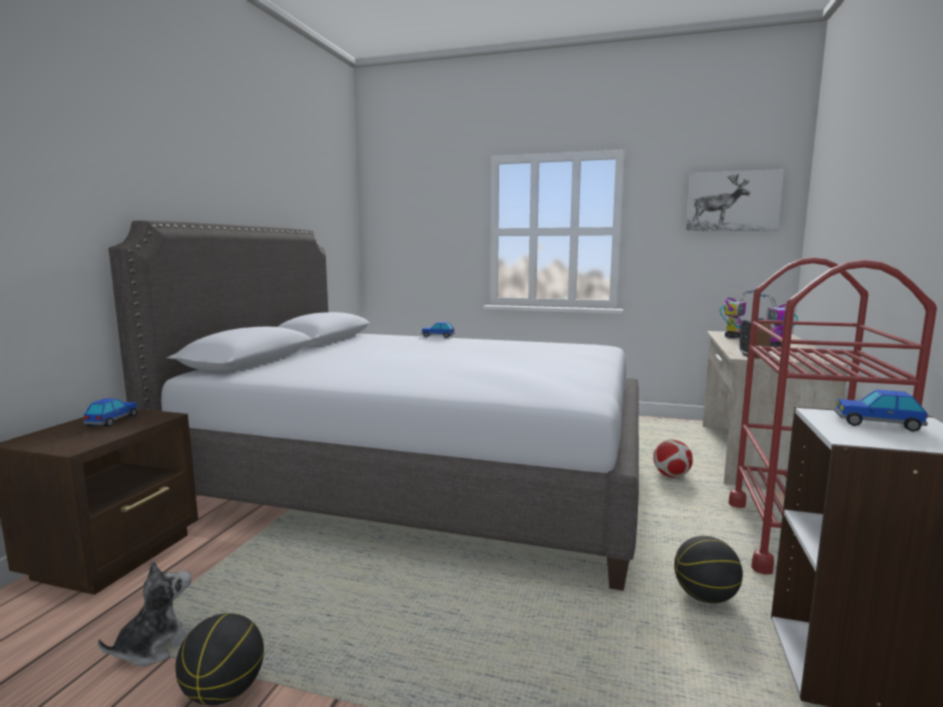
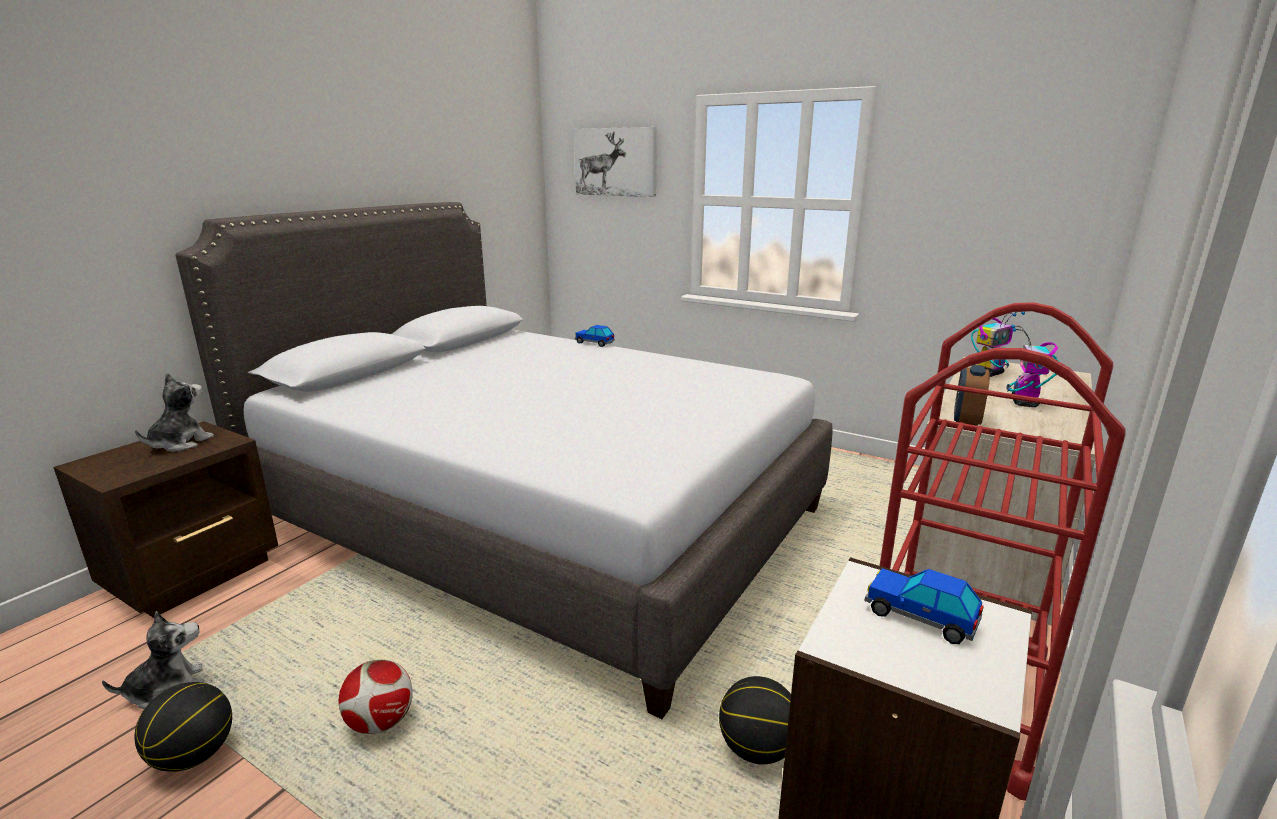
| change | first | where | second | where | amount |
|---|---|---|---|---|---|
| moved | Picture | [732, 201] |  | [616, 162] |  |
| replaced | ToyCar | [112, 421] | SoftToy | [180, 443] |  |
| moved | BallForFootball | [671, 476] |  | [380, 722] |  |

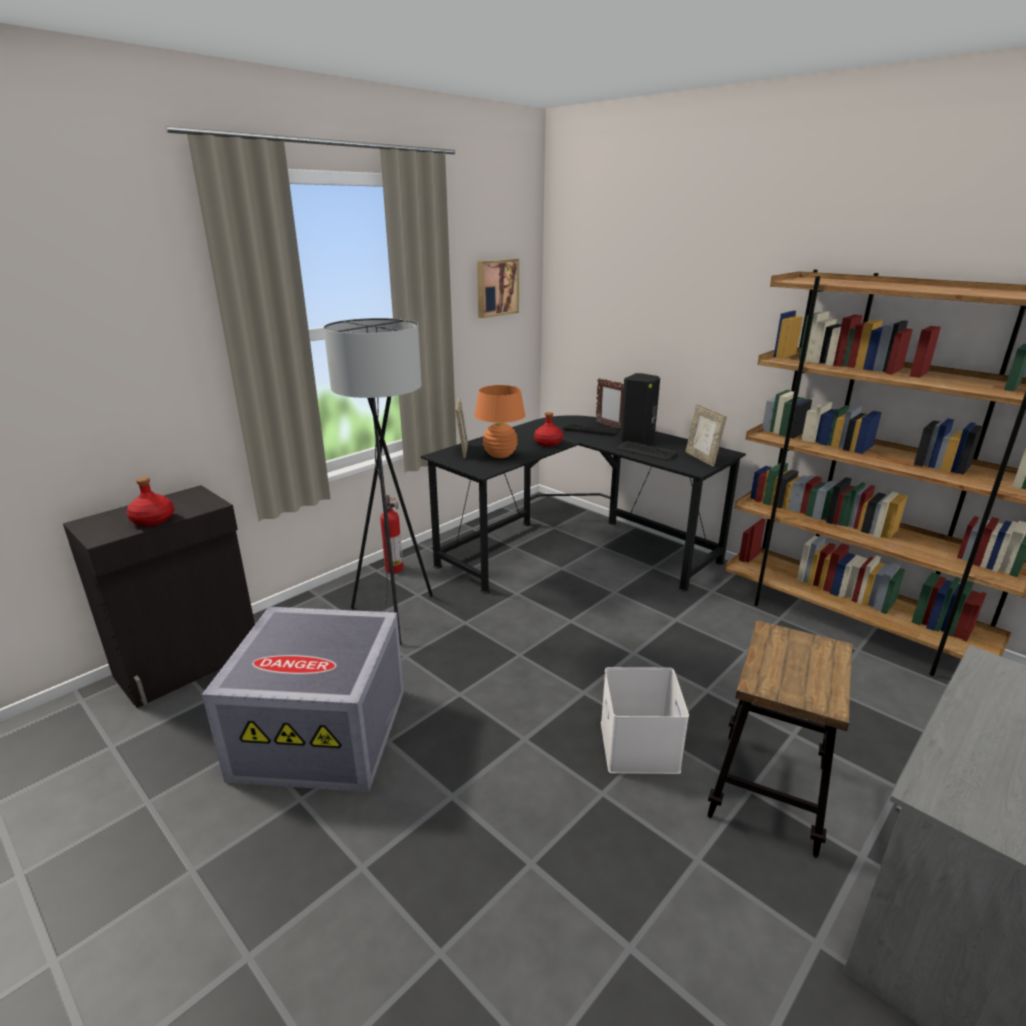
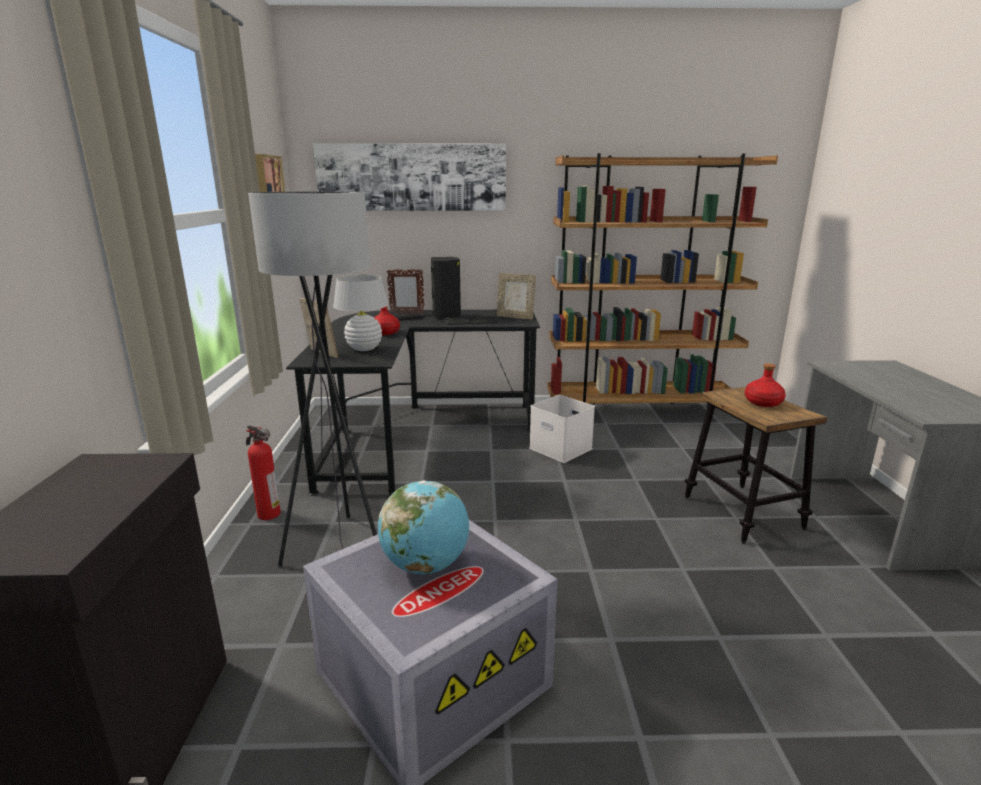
| change | first | where | second | where | amount |
|---|---|---|---|---|---|
| recoloured | OrangeyTableLamp | [500, 455] | WhitishTableLamp | [364, 348] |  |
| moved | RedColouredBeverageBottle | [153, 520] |  | [762, 402] |  |
| moved | WhitishStorageBin | [640, 747] |  | [562, 448] |  |
| added |  |  | Picture | [411, 177] |  |
| added |  |  | DeskGlobe | [426, 565] |  |

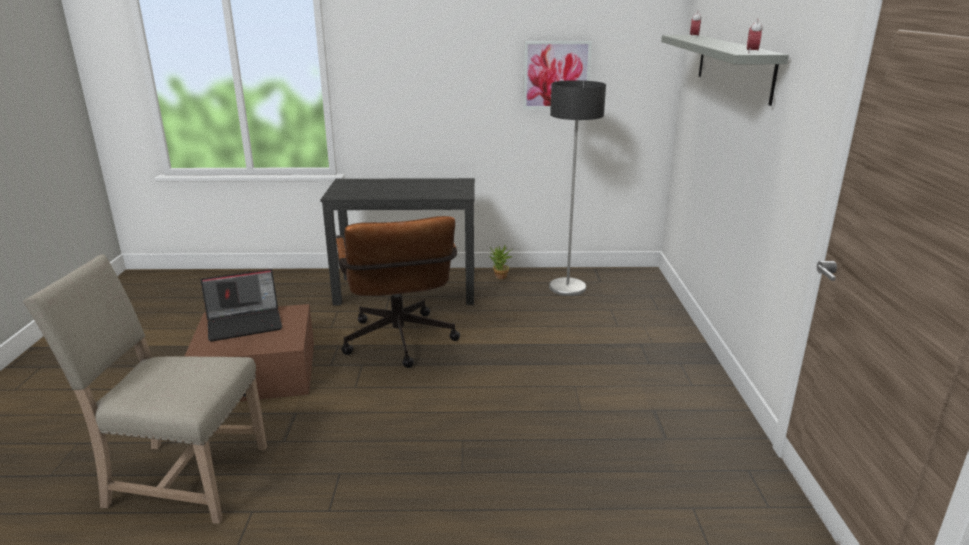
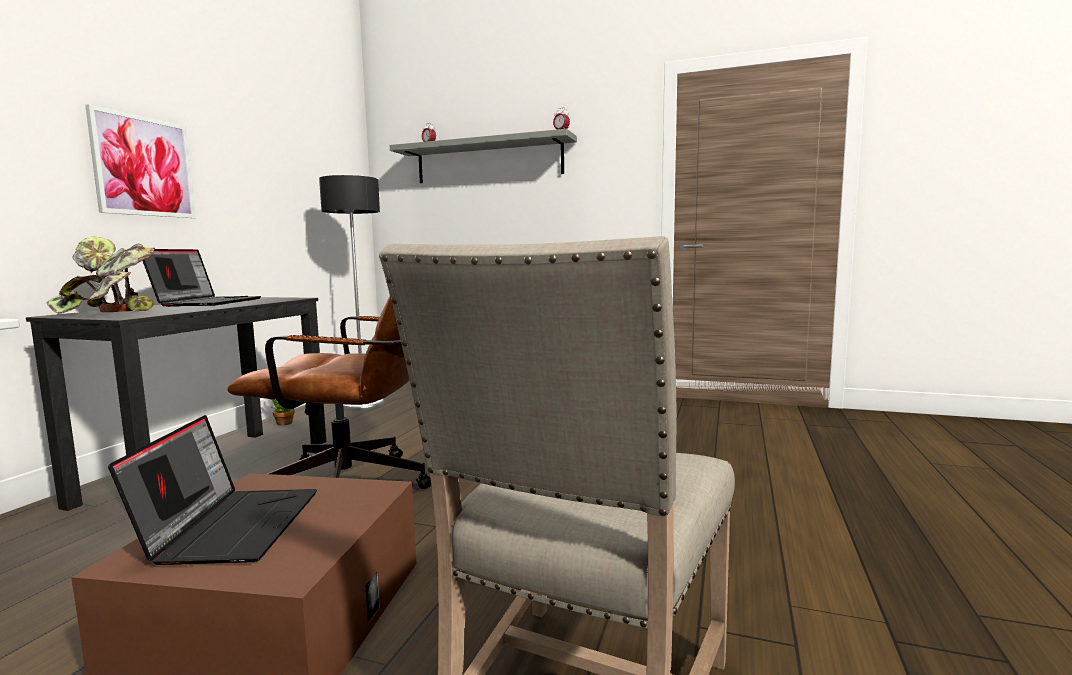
| change | first | where | second | where | amount |
|---|---|---|---|---|---|
| moved | Picture | [556, 75] |  | [143, 166] |  |
| added |  |  | PottedPlant | [110, 313] |  |
| added |  |  | PortableComputer | [207, 303] |  |

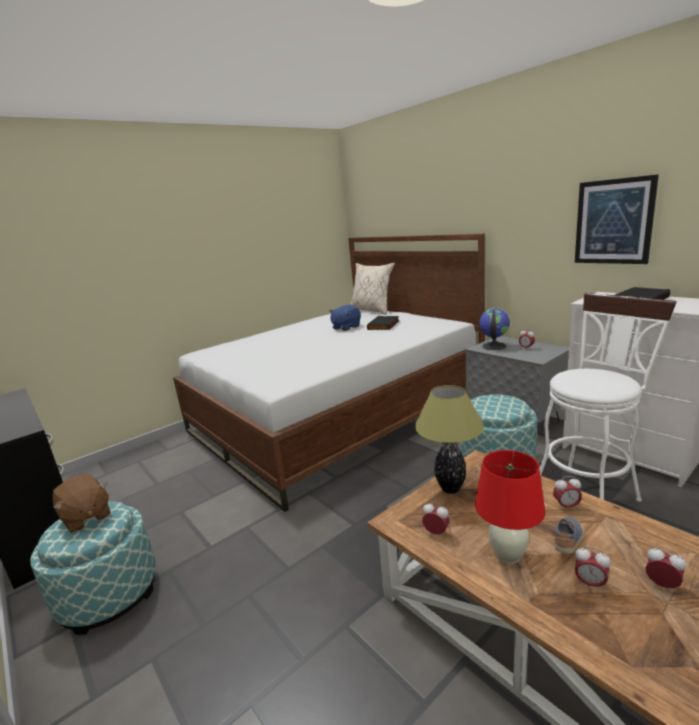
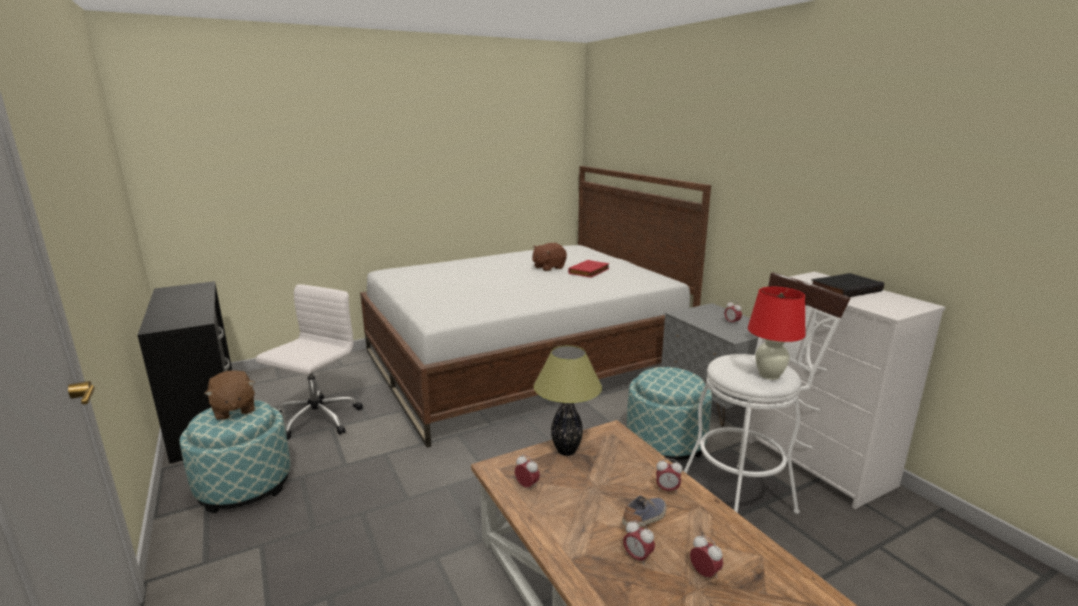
| change | first | where | second | where | amount |
|---|---|---|---|---|---|
| removed | Picture | [613, 222] |  |  |  |
| removed | SandColouredCushion | [372, 310] |  |  |  |
| recoloured | BlueSoftToy | [346, 327] | BrownColouredSoftToy | [548, 267] |  |
| removed | DeskGlobe | [493, 346] |  |  |  |
| recoloured | BlackColouredVolume | [384, 325] | RedColouredVolume | [590, 271] |  |
| moved | RedColouredTableLamp | [507, 555] |  | [769, 375] |  |
| added |  |  | WhitishDeskChair | [315, 419] |  |

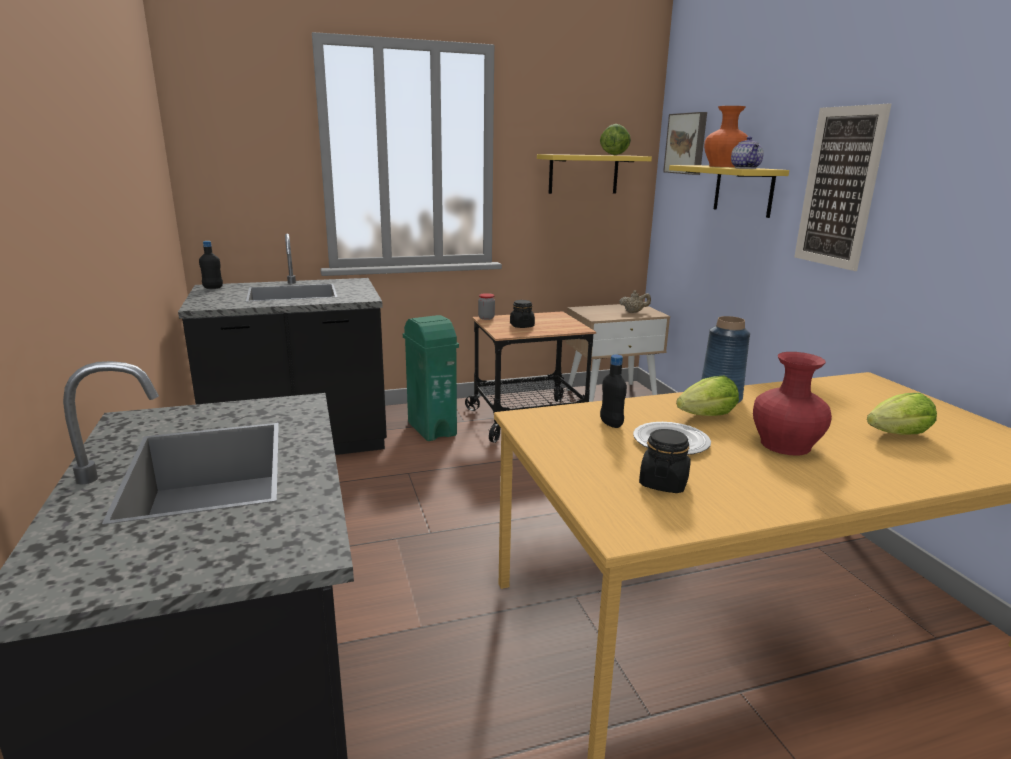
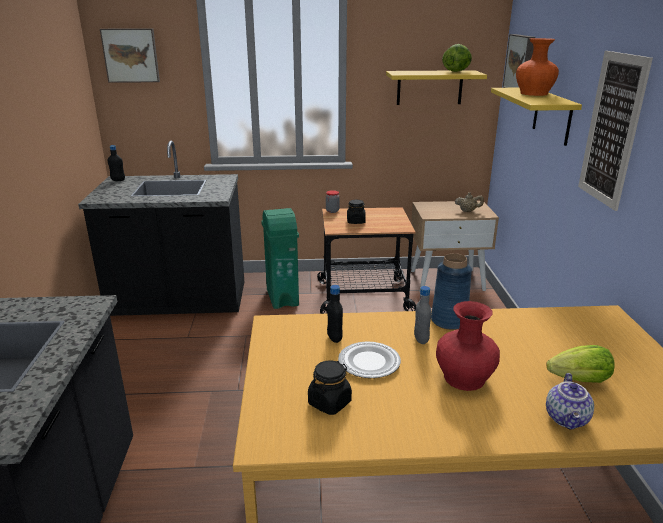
| change | first | where | second | where | amount |
|---|---|---|---|---|---|
| moved | PotForTea | [746, 168] |  | [567, 419] |  |
| replaced | Lettuce | [707, 416] | GreyishBeverageBottle | [421, 339] |  |
| added |  |  | Picture | [131, 55] |  |

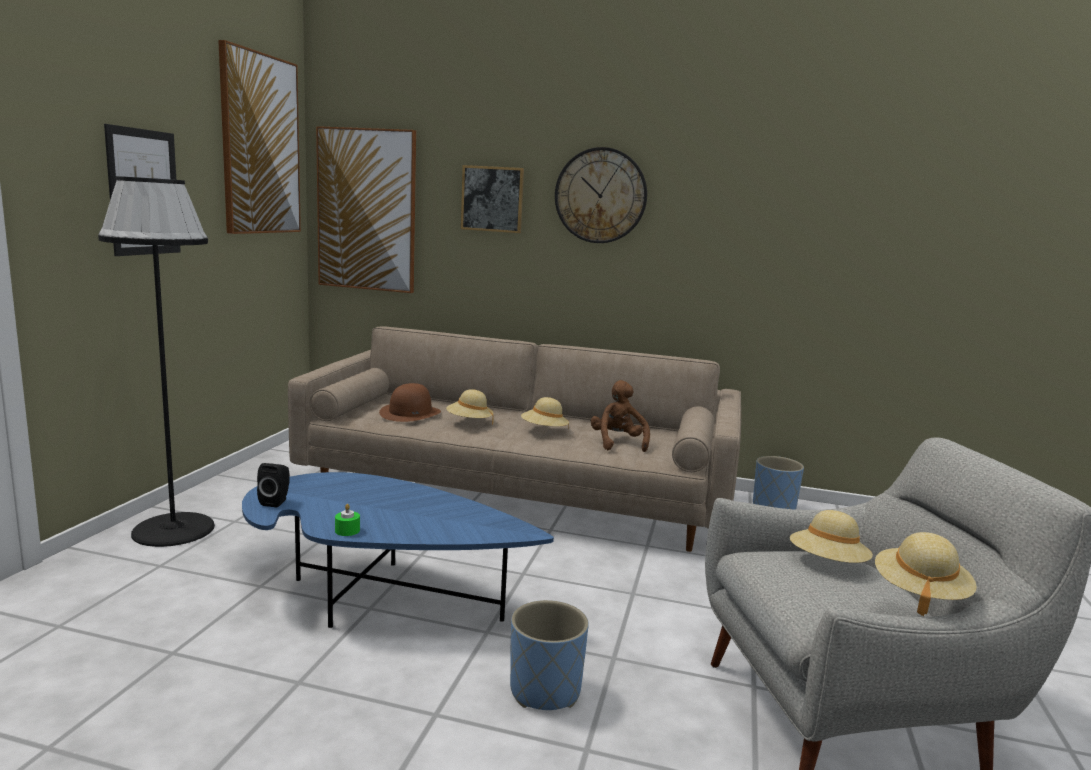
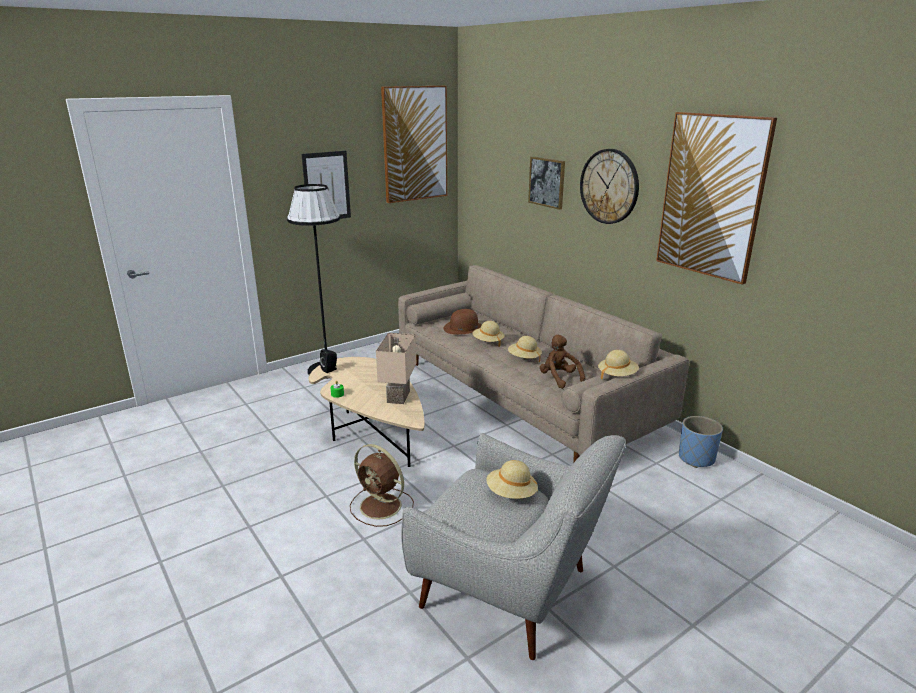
| change | first | where | second | where | amount |
|---|---|---|---|---|---|
| moved | Picture | [367, 210] |  | [712, 196] |  |
| turned | BrownColouredSoftToy | [618, 443] |  | [559, 379] | 60 degrees counterclockwise |
| recoloured | BlueLowTable | [379, 595] | SandColouredLowTable | [371, 432] |  |
| moved | SandColouredClothingHat | [919, 594] |  | [617, 375] |  |
| replaced | BluePlanter | [545, 690] | BrownColouredCoolingFan | [382, 507] |  |
| added |  |  | SandColouredTableLamp | [400, 397] |  |

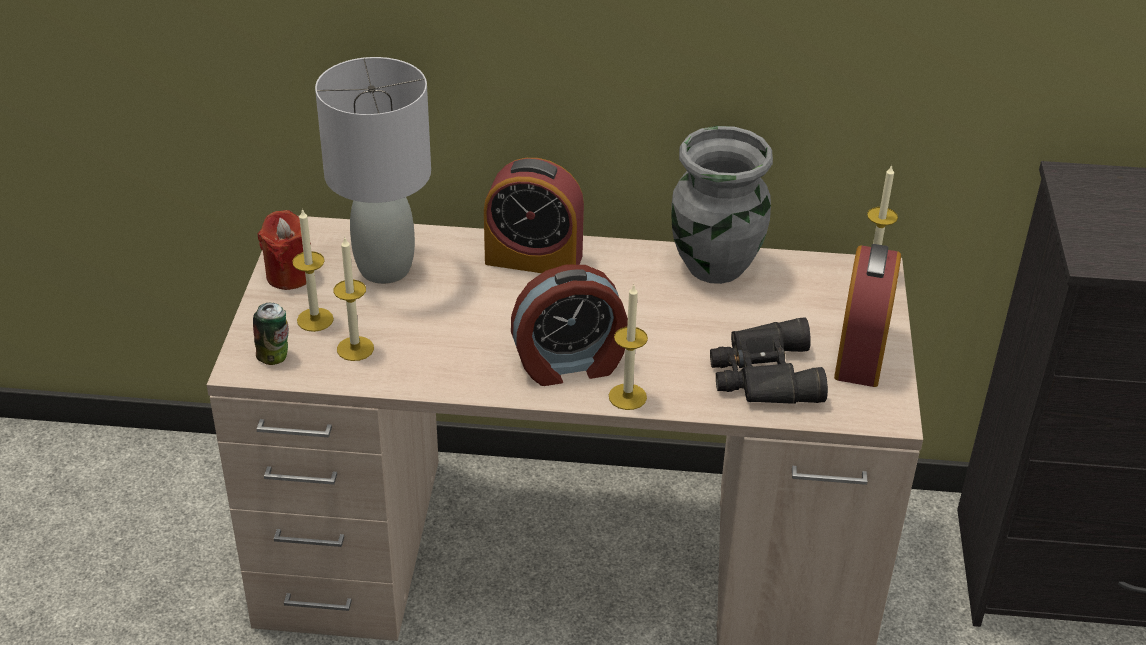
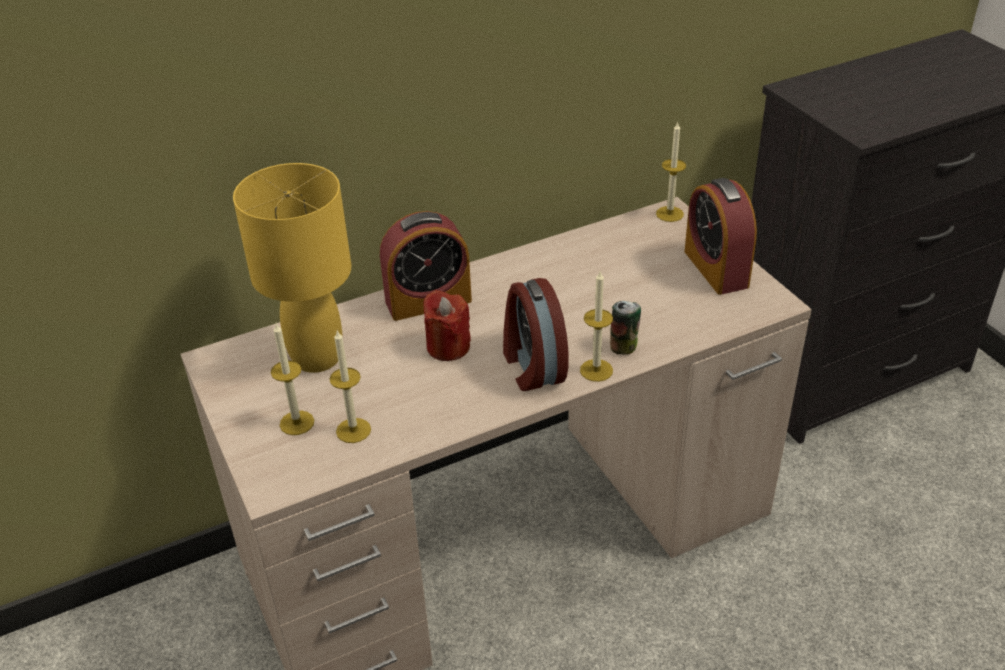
| change | first | where | second | where | amount |
|---|---|---|---|---|---|
| recoloured | GreyishTableLamp | [385, 268] | YellowColouredTableLamp | [317, 357] |  |
| removed | GreyishVase | [713, 267] |  |  |  |
| moved | RedColouredWaxLight | [290, 275] |  | [448, 347] |  |
| turned | TableClock | [570, 364] |  | [532, 366] | 120 degrees clockwise |
| moved | SealedCan | [275, 356] |  | [624, 347] |  |
| removed | BlackColouredBinoculars | [763, 375] |  |  |  |

